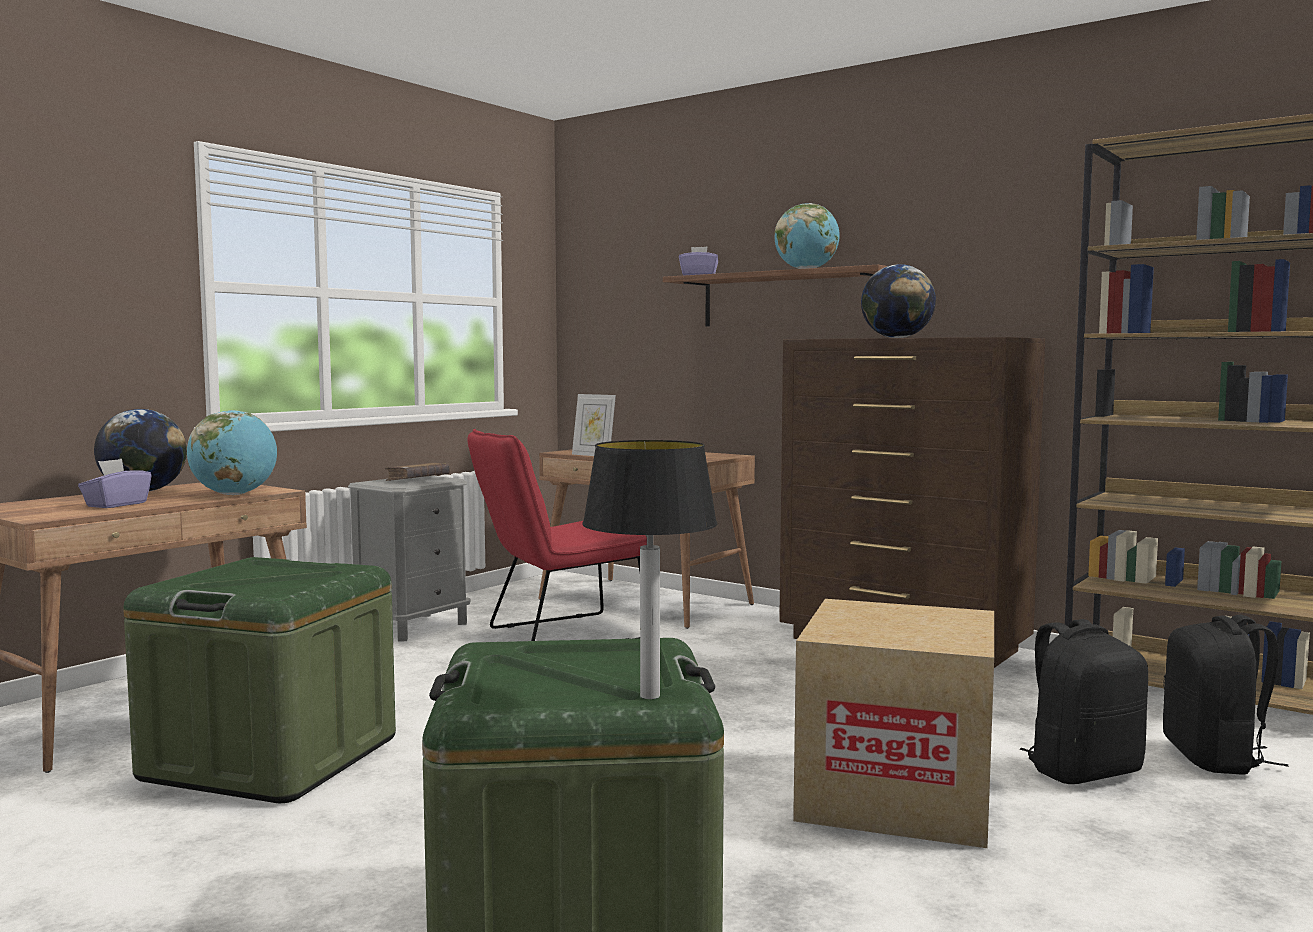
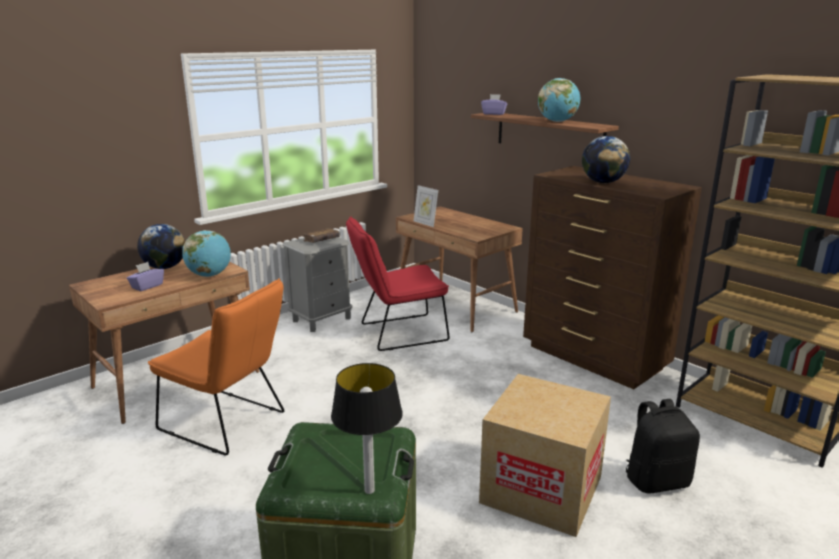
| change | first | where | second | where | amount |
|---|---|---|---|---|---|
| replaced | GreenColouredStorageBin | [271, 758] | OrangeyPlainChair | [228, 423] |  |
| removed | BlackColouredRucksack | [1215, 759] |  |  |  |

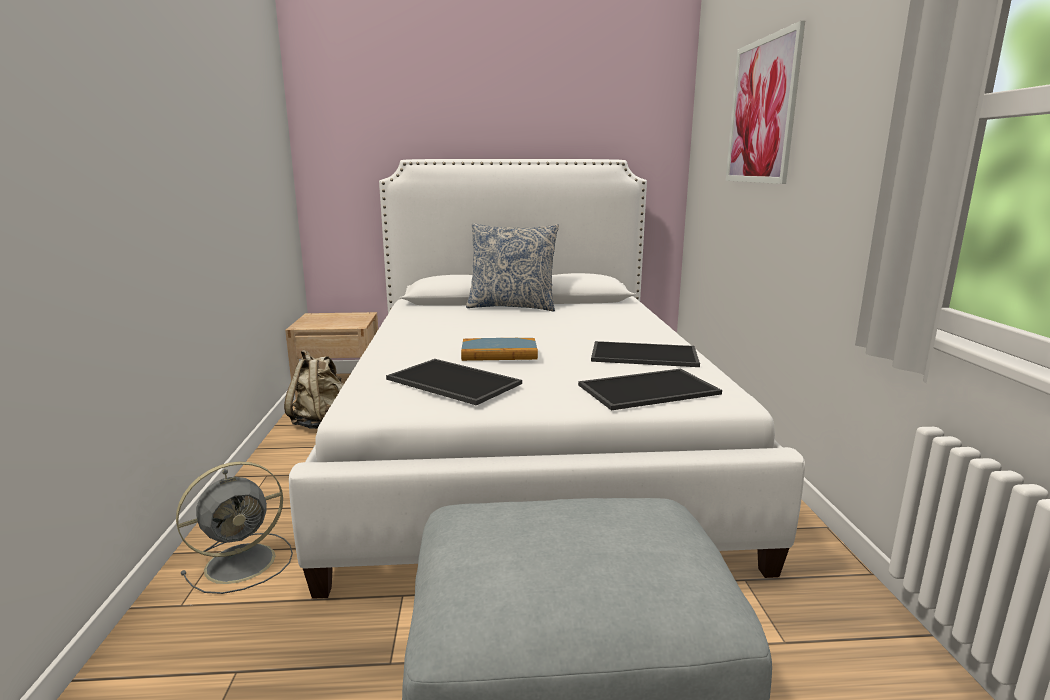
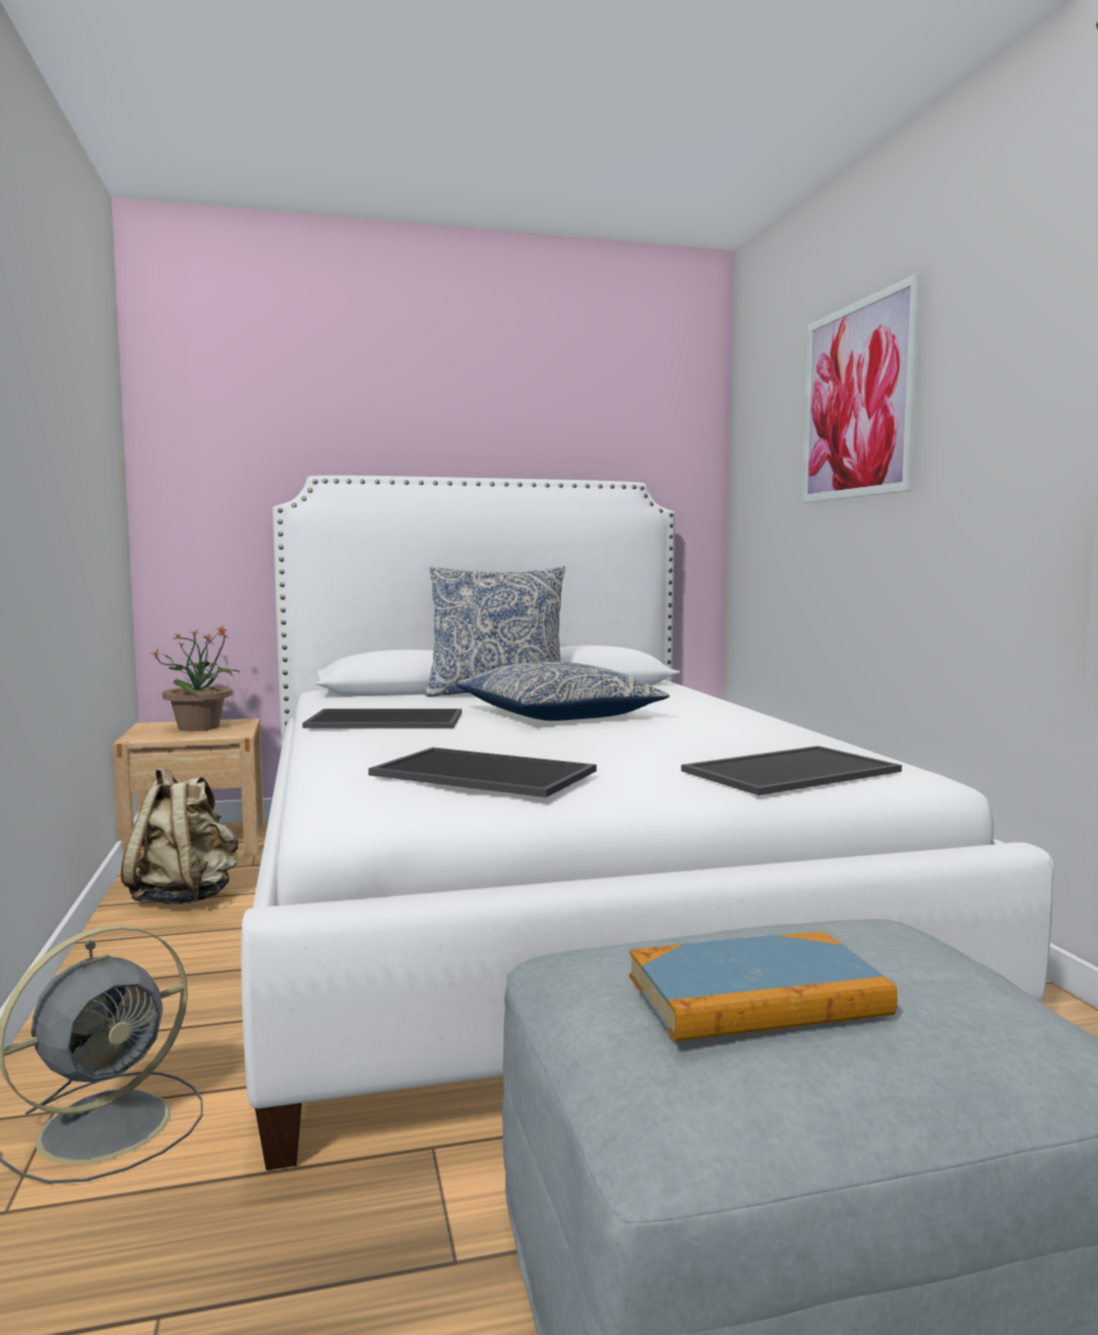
| change | first | where | second | where | amount |
|---|---|---|---|---|---|
| moved | Volume | [499, 353] |  | [757, 996] |  |
| moved | Tray | [643, 355] |  | [383, 721] |  |
| added |  |  | PottedPlant | [200, 727] |  |
| added |  |  | Cushion | [558, 714] |  |

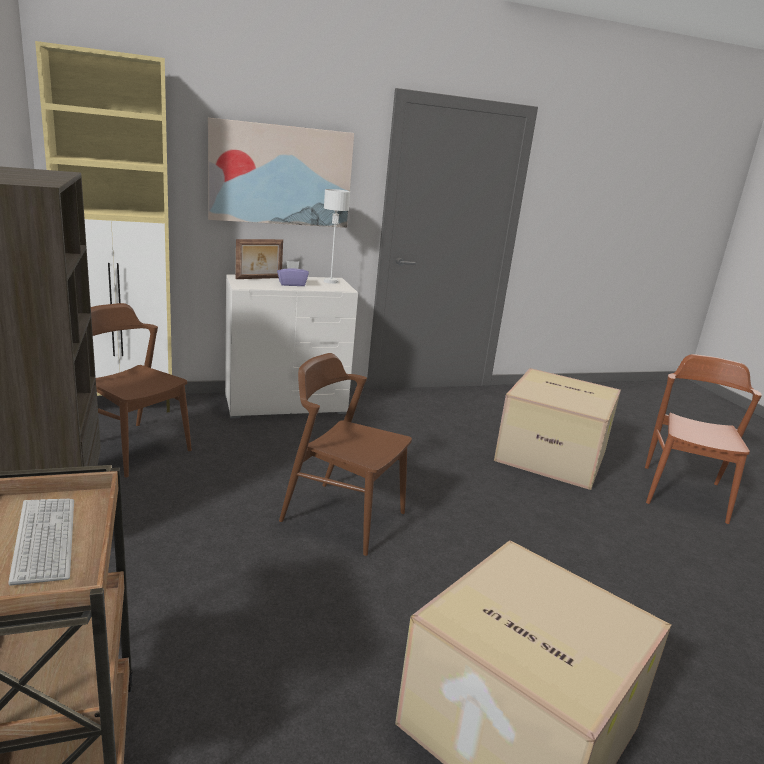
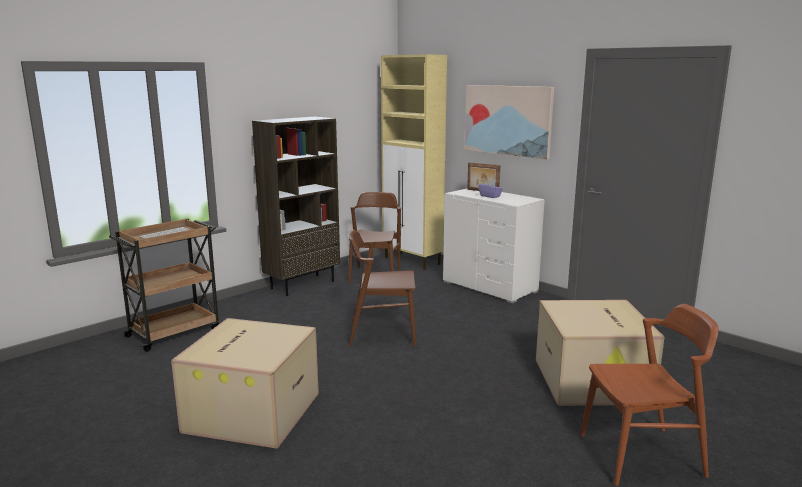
| change | first | where | second | where | amount |
|---|---|---|---|---|---|
| removed | WhitishTableLamp | [330, 281] |  |  |  |
| turned | BrownColouredPlainChair | [343, 516] |  | [382, 333] | 90 degrees counterclockwise |

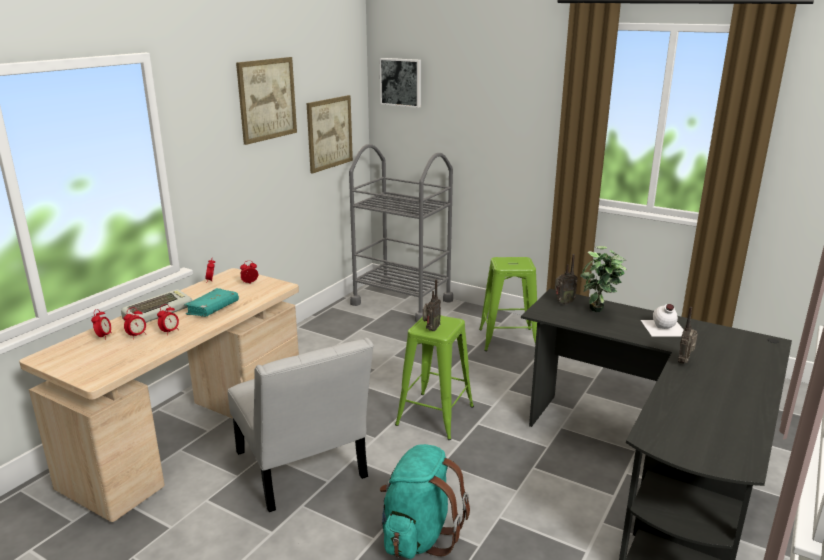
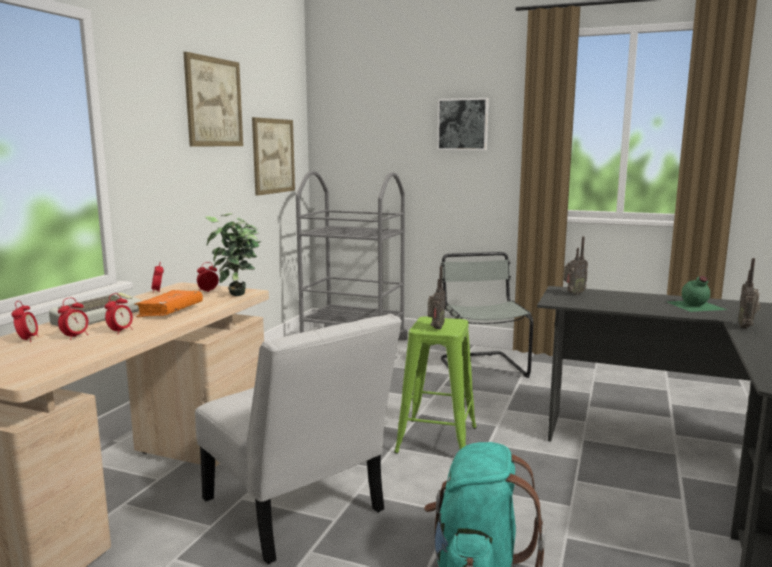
| change | first | where | second | where | amount |
|---|---|---|---|---|---|
| moved | Picture | [401, 82] |  | [463, 124] |  |
| moved | PottedPlant | [599, 314] |  | [237, 297] |  |
| replaced | GreenColouredSittingStool | [507, 339] | GreyishPlainChair | [481, 367] |  |
| recoloured | TurquoiseVolume | [212, 309] | OrangeyVolume | [170, 311] |  |
| recoloured | WhitishBeverageBottle | [663, 328] | GreenColouredBeverageBottle | [695, 305] |  |

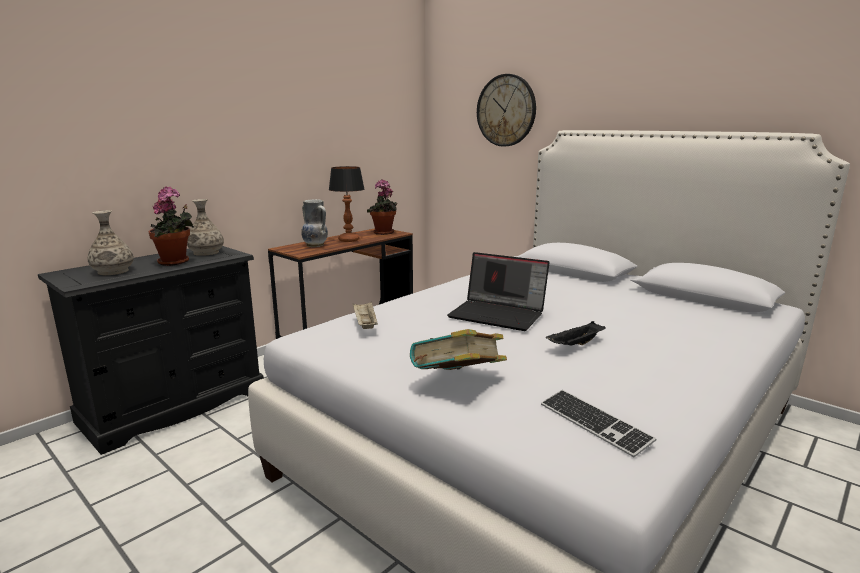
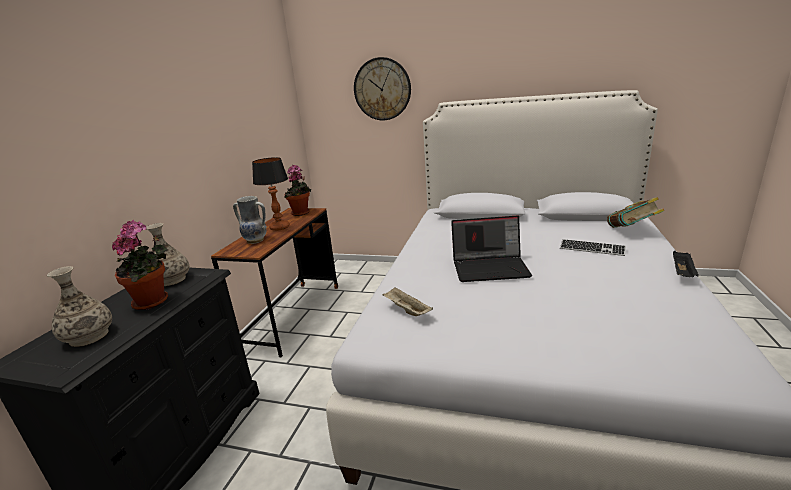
| change | first | where | second | where | amount |
|---|---|---|---|---|---|
| moved | BlackColouredTray | [575, 345] |  | [682, 273] |  |
| moved | Volume | [458, 383] |  | [631, 231] |  |
| moved | PcKeyboard | [594, 424] |  | [592, 249] |  |

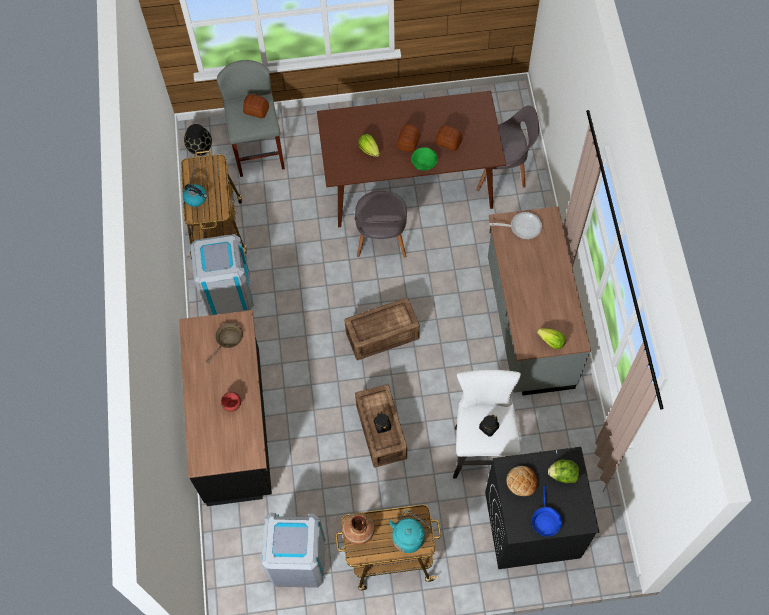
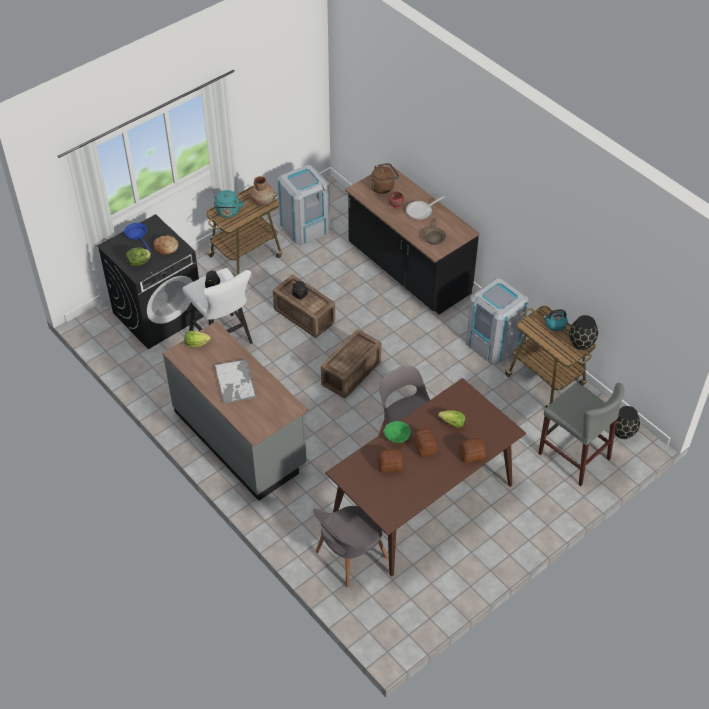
| change | first | where | second | where | amount |
|---|---|---|---|---|---|
| moved | Bread | [256, 110] |  | [471, 454] |  |
| moved | Skillet | [522, 227] |  | [421, 211] |  |
| added |  |  | BrownColouredKettle | [383, 187] |  |
| added |  |  | BlackColouredVase | [581, 343] |  |
| added |  |  | Tray | [235, 382] |  |

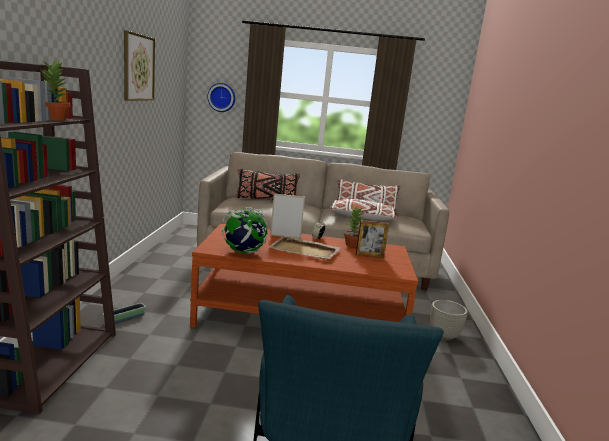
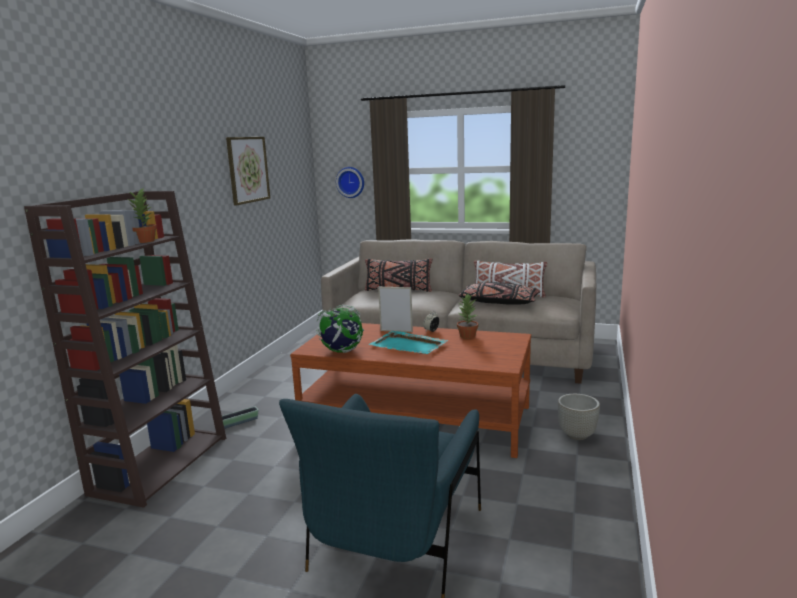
| change | first | where | second | where | amount |
|---|---|---|---|---|---|
| recoloured | WhitishCushion | [362, 217] | BlackColouredCushion | [498, 302] |  |
| removed | StandingFrame | [369, 256] |  |  |  |
| recoloured | SandColouredTray | [305, 250] | TurquoiseTray | [409, 345] |  |

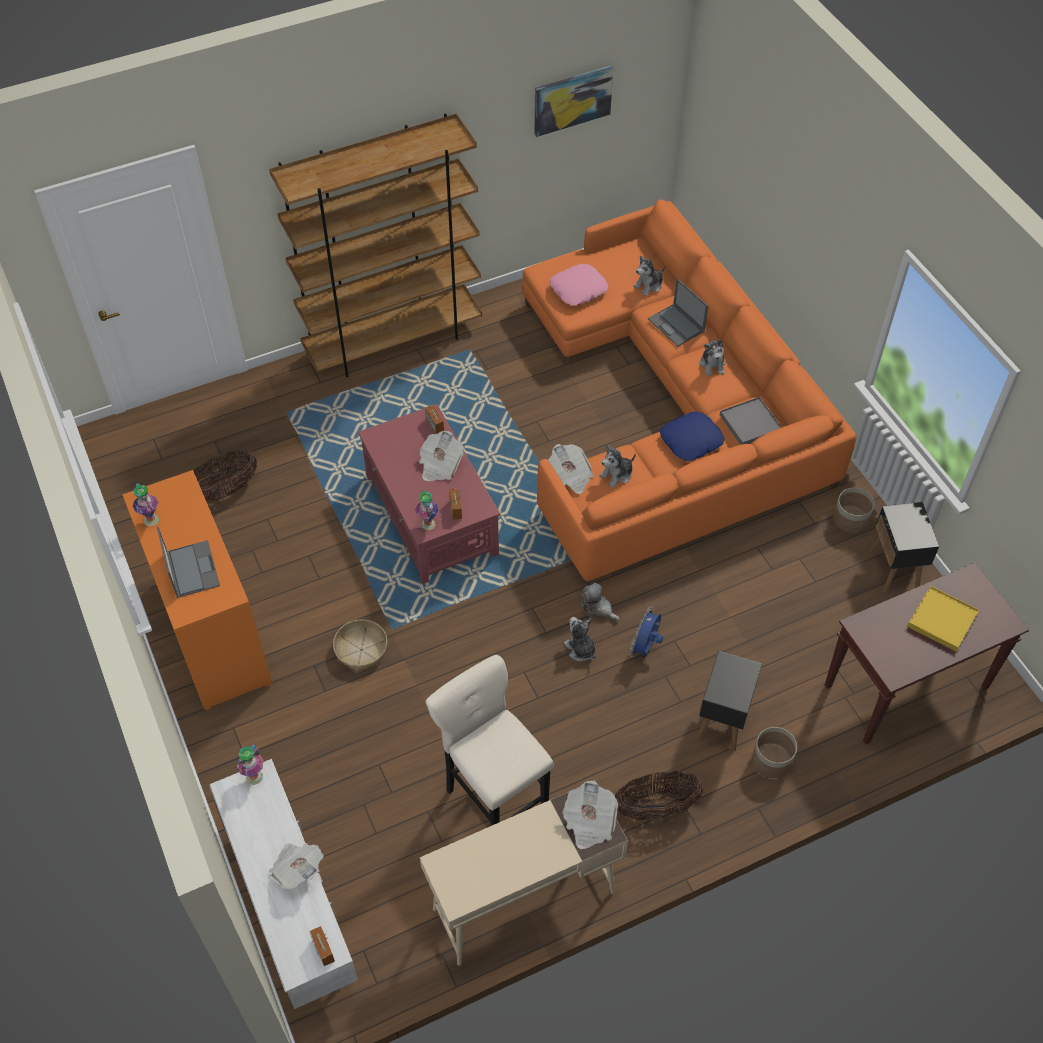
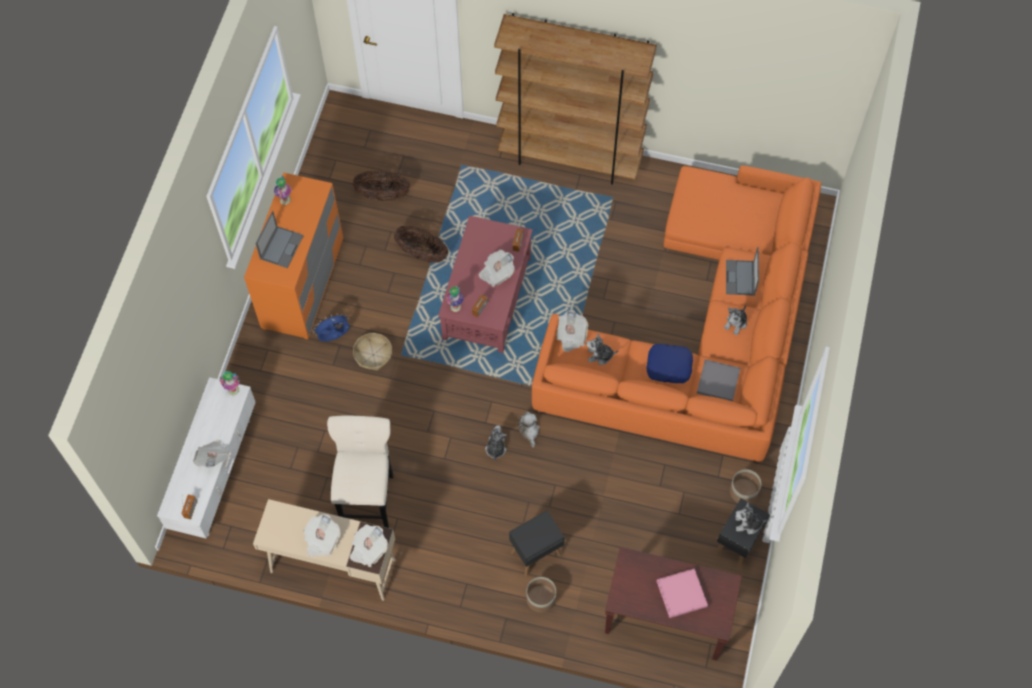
| change | first | where | second | where | amount |
|---|---|---|---|---|---|
| removed | Picture | [572, 100] |  |  |  |
| moved | SoftToy | [649, 285] |  | [748, 524] |  |
| removed | PinkCushion | [578, 289] |  |  |  |
| recoloured | YellowColouredTray | [942, 620] | PinkTray | [681, 594] |  |
| moved | BlueCoolingFan | [645, 648] |  | [334, 337] |  |
| moved | Basket | [656, 807] |  | [422, 253] |  |
| added |  |  | DailyPaper | [321, 540] |  |

